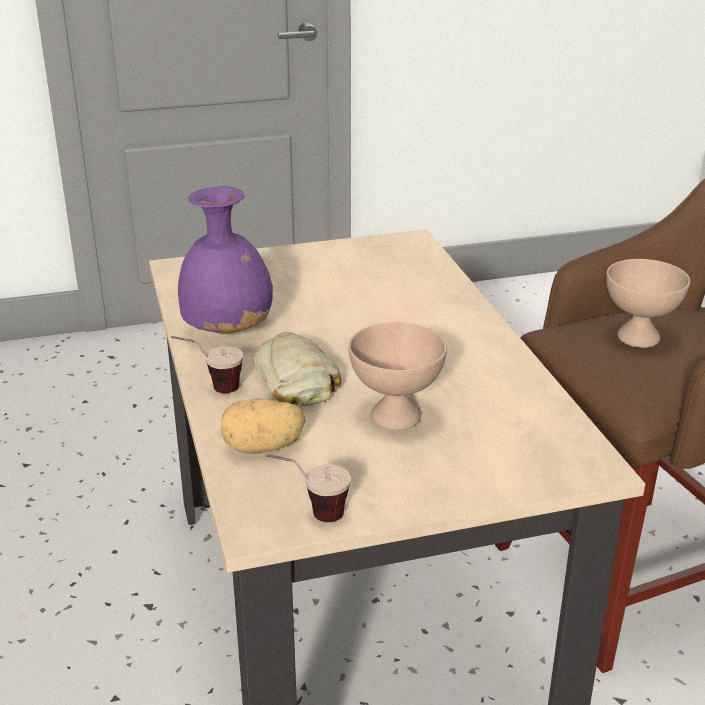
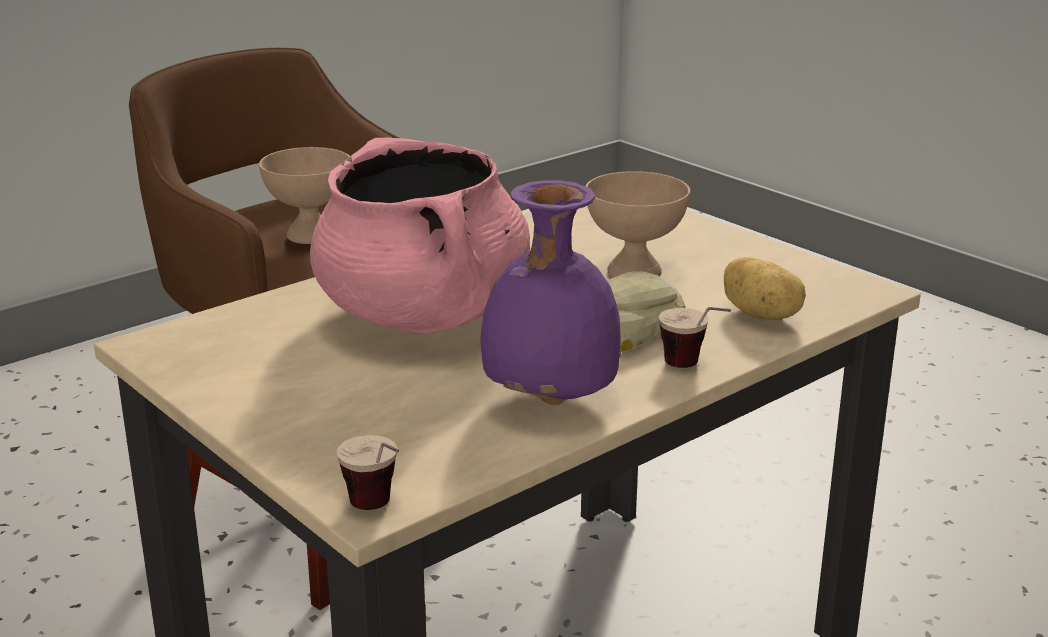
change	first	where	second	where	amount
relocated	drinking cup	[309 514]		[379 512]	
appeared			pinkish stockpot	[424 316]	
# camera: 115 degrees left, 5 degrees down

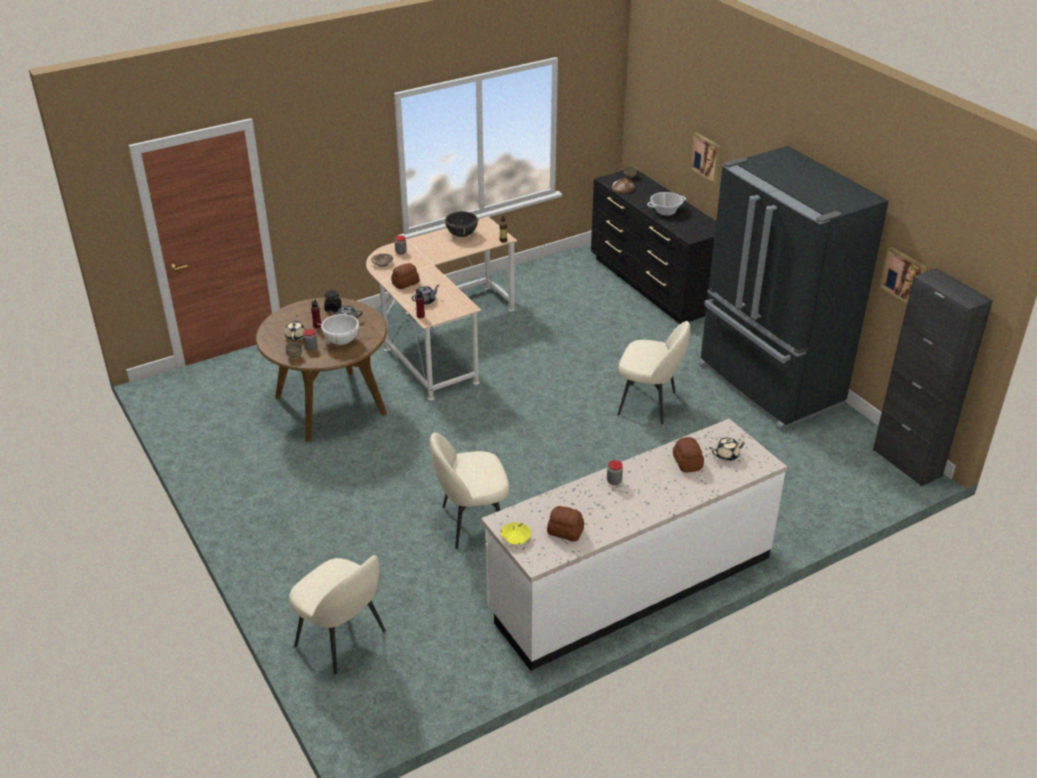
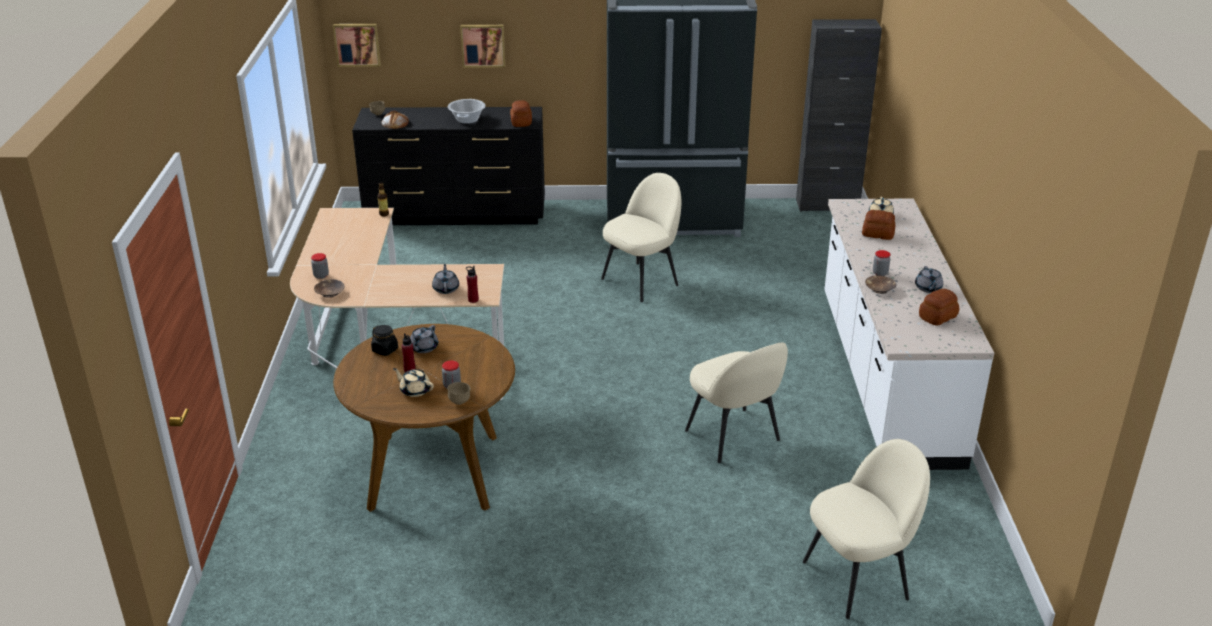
change	first	where	second	where	amount
missing	whitish stockpot	[342 341]			
relocated	bakery bread	[405 283]		[521 122]	
spun	sand-coloured plain chair	[471 523]		[733 437]	45 degrees counterclockwise
missing	blackish stockpot	[462 235]			
missing	yellow serving bowl	[515 538]			
relocated	wall picture	[904 276]		[357 44]	
appeared			brown serving bowl	[879 289]	
appeared			grey teapot	[928 288]	
# camera: 60 degrees left, 5 degrees down

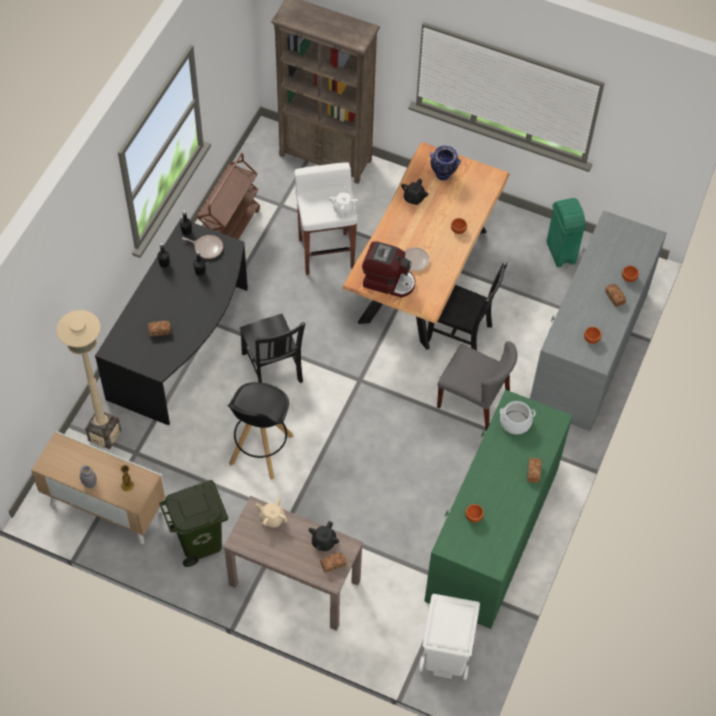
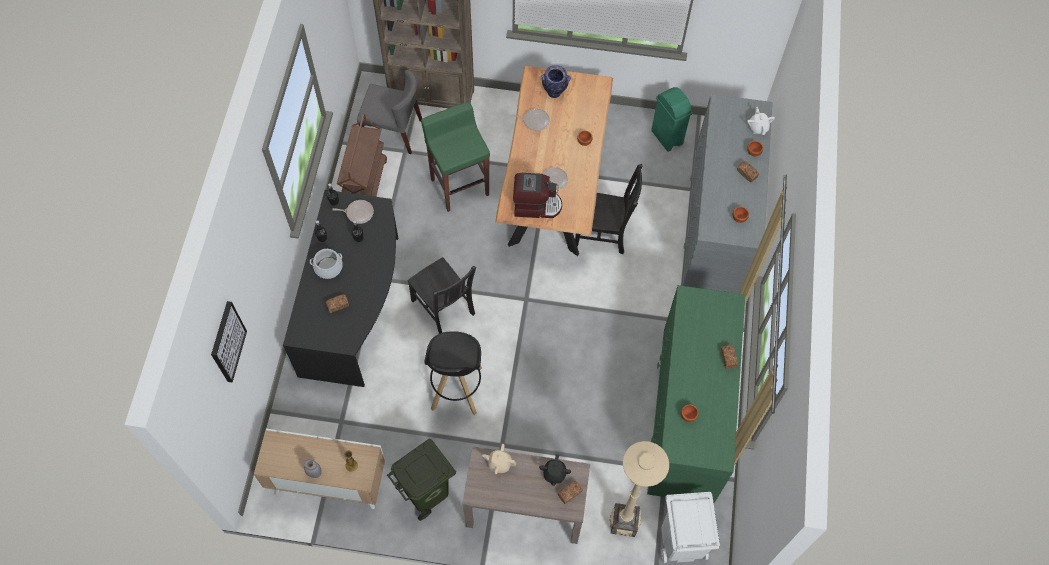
change	first	where	second	where	amount
relocated	sand-coloured standard lamp	[104 435]		[623 523]	
colour	whitish stool	[326 252]	green-coloured stool	[459 186]	
relocated	whitish teapot	[343 208]		[758 127]	
exchanged	blackish teapot	[413 198]	pan	[534 121]	
relocated	grey plain chair	[474 401]		[393 131]	
relocated	stockpot	[515 422]		[328 268]	
appeared			wall picture	[227 342]	
# camera: 15 degrees left, 5 degrees up

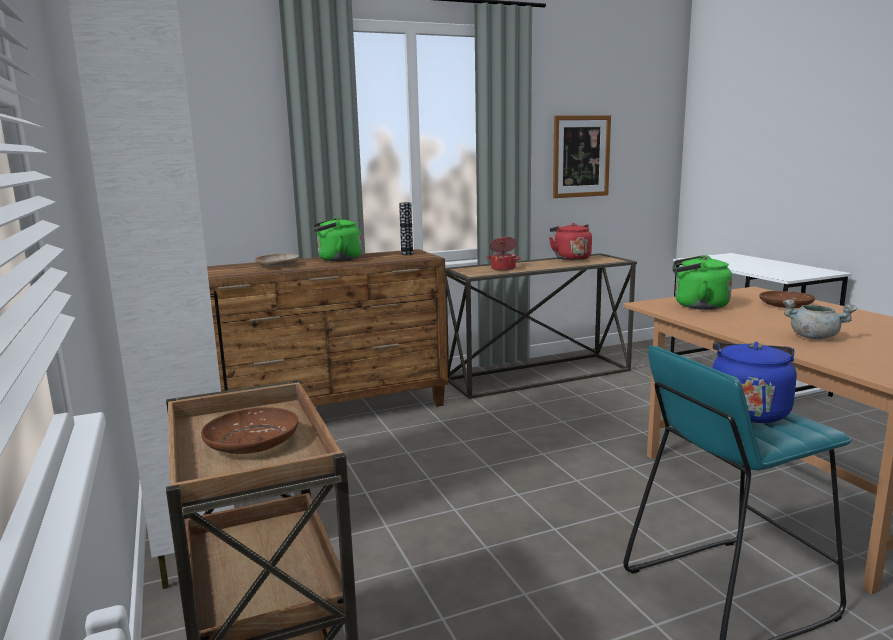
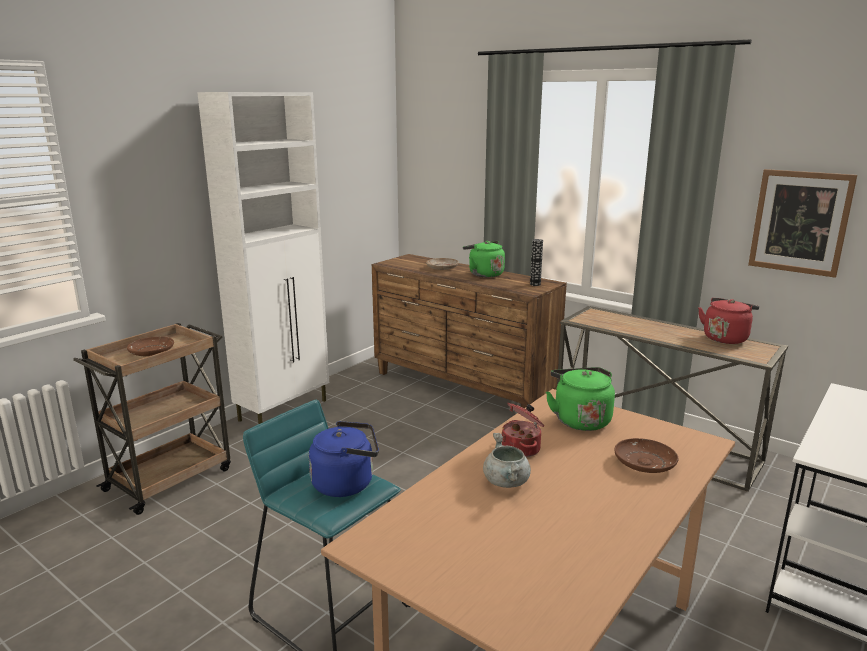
change	first	where	second	where	amount
relocated	stockpot	[503 268]		[522 448]	
# camera: 60 degrees right, 5 degrees up

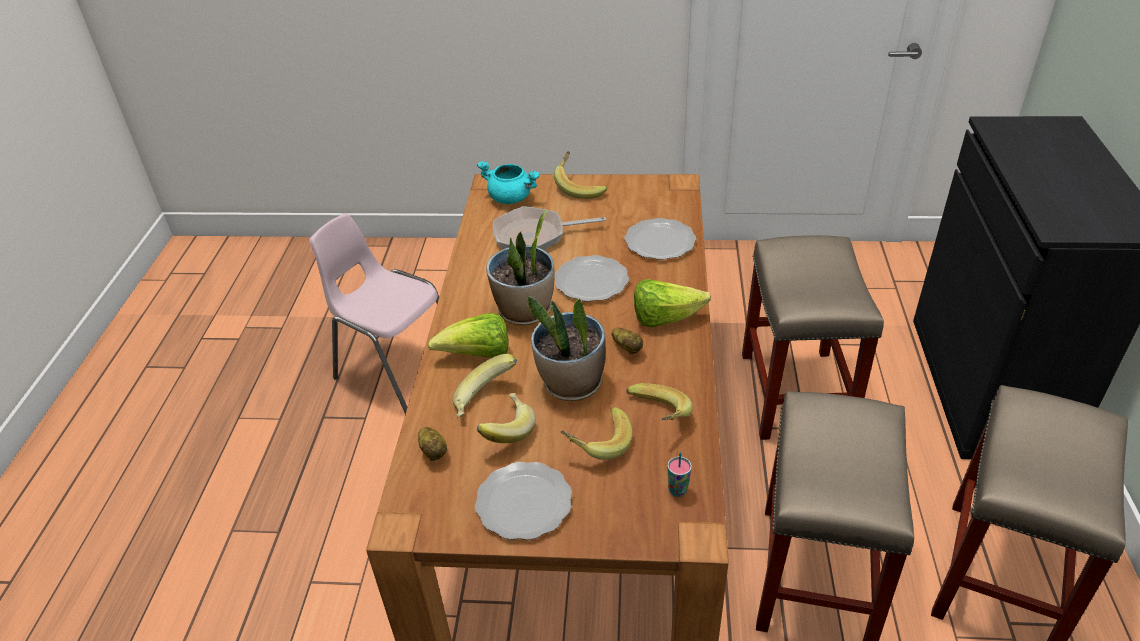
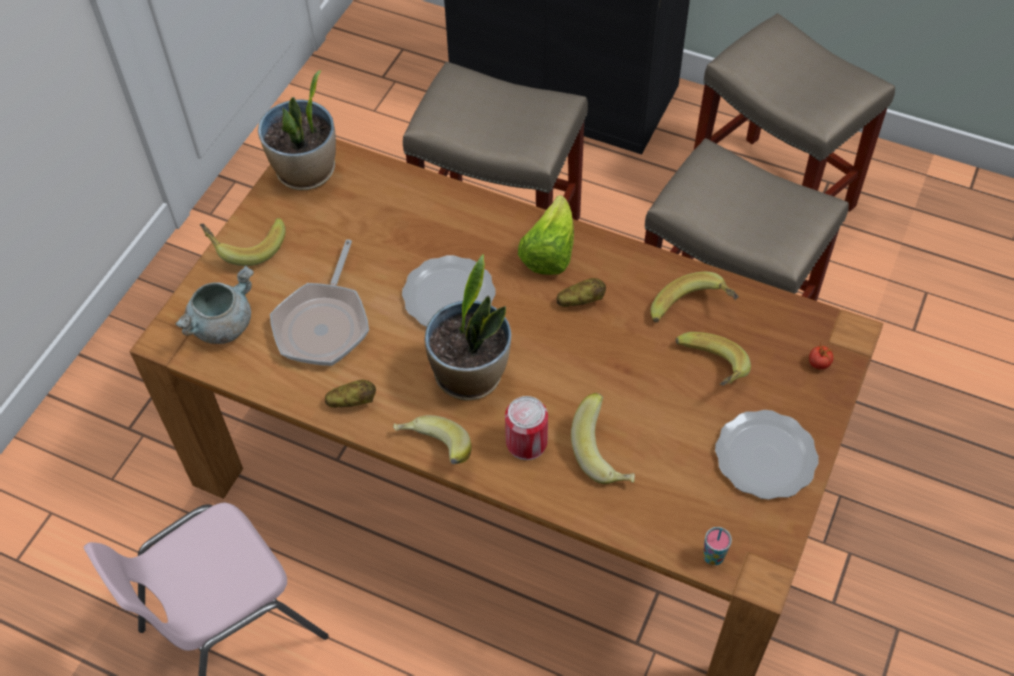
change	first	where	second	where	amount
relocated	potato	[434 451]		[352 401]	
exchanged	head of lettuce	[478 355]	metal can	[526 442]	
colour	blue-green stockpot	[511 198]	grey stockpot	[222 324]	
relocated	banana	[506 430]		[432 452]	
relocated	plant in a pot	[571 384]		[306 172]	
missing	flat dish	[661 242]			
relocated	drinking cup	[678 490]		[713 557]	
appeared			tomato	[818 364]	
# camera: 70 degrees left, 15 degrees up

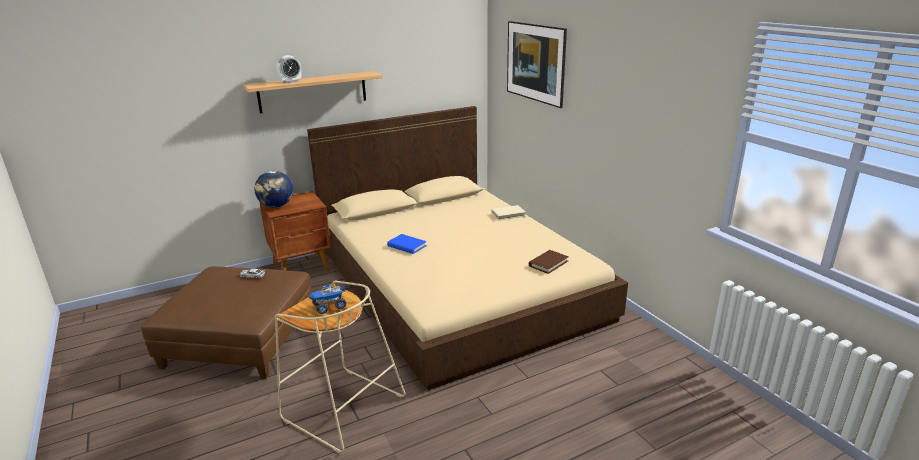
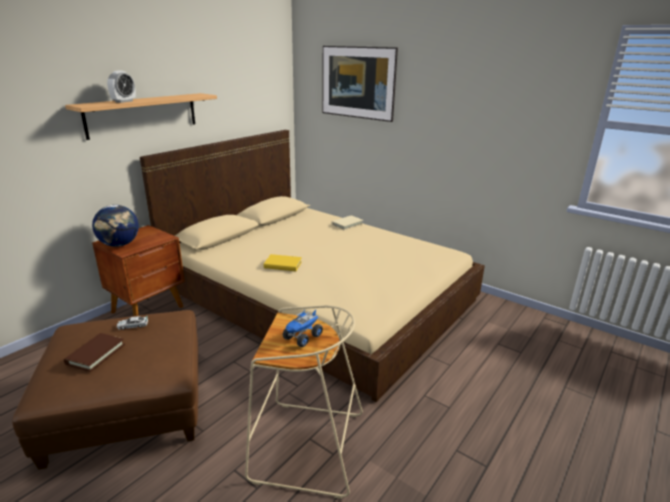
change	first	where	second	where	amount
colour	bluish bound book	[407 246]	yellow bound book	[283 265]	
relocated	brown bound book	[548 263]		[96 354]	
# camera: 25 degrees left, 0 degrees up

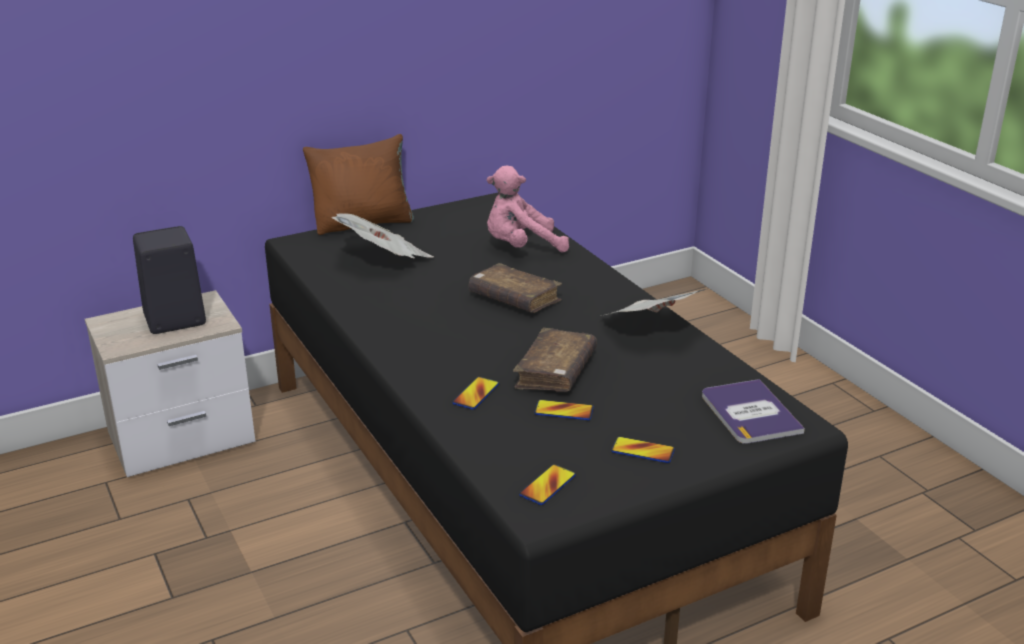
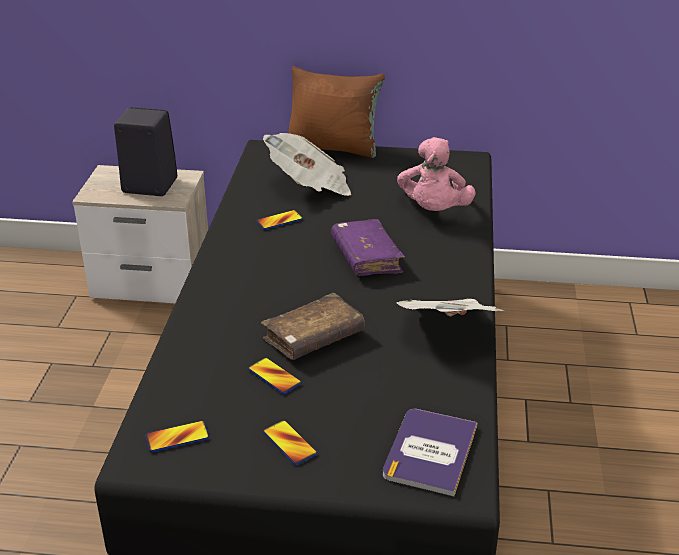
change	first	where	second	where	amount
relocated	phone	[476 394]		[279 221]	
colour	brown bound book	[514 299]	purple-coloured bound book	[366 257]	
spun	pinkish plush toy	[521 247]		[433 211]	105 degrees counterclockwise
# camera: 35 degrees right, 5 degrees up

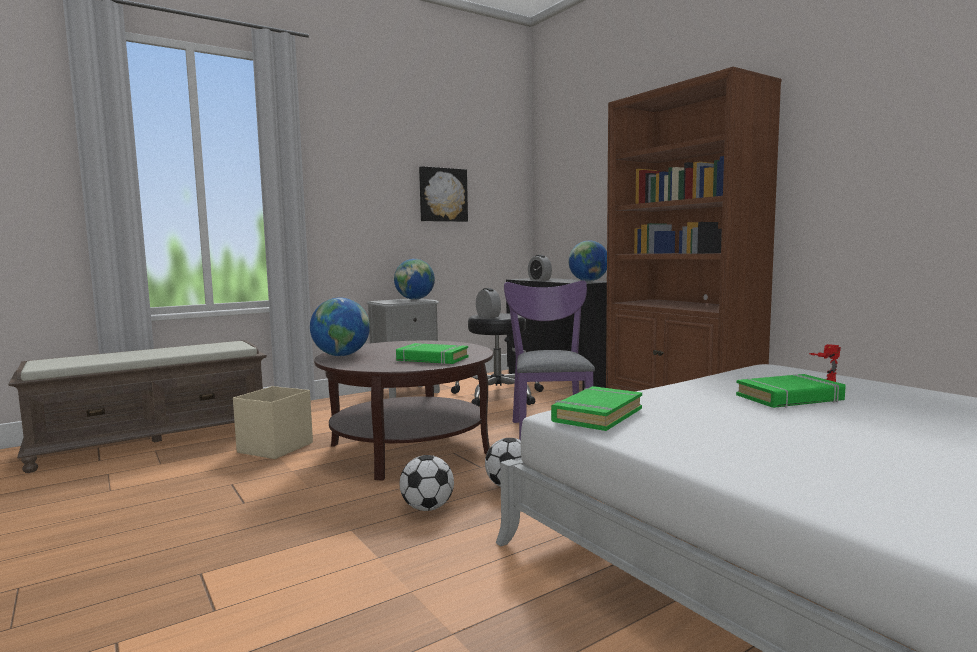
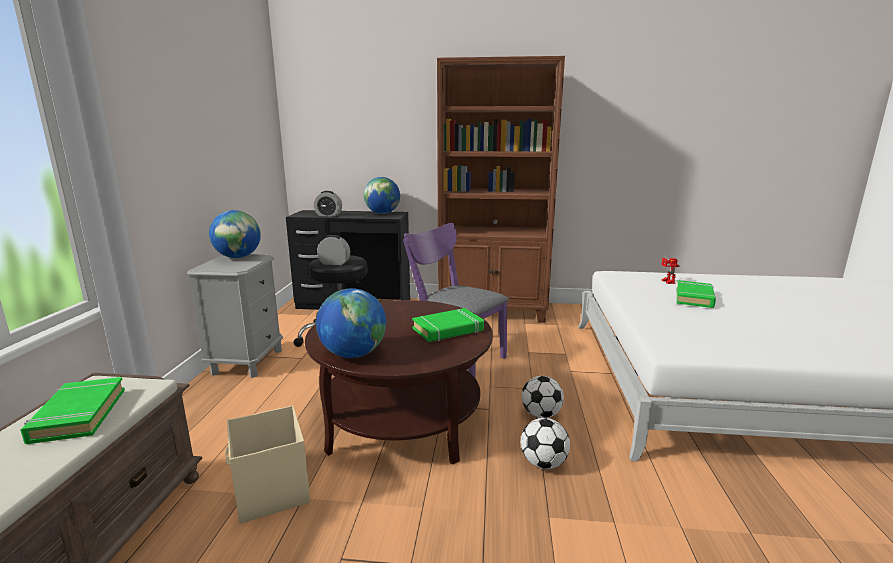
change	first	where	second	where	amount
missing	wall picture	[442 195]			
relocated	green-coloured bound book	[597 415]		[78 415]	
# camera: 50 degrees left, 10 degrees up

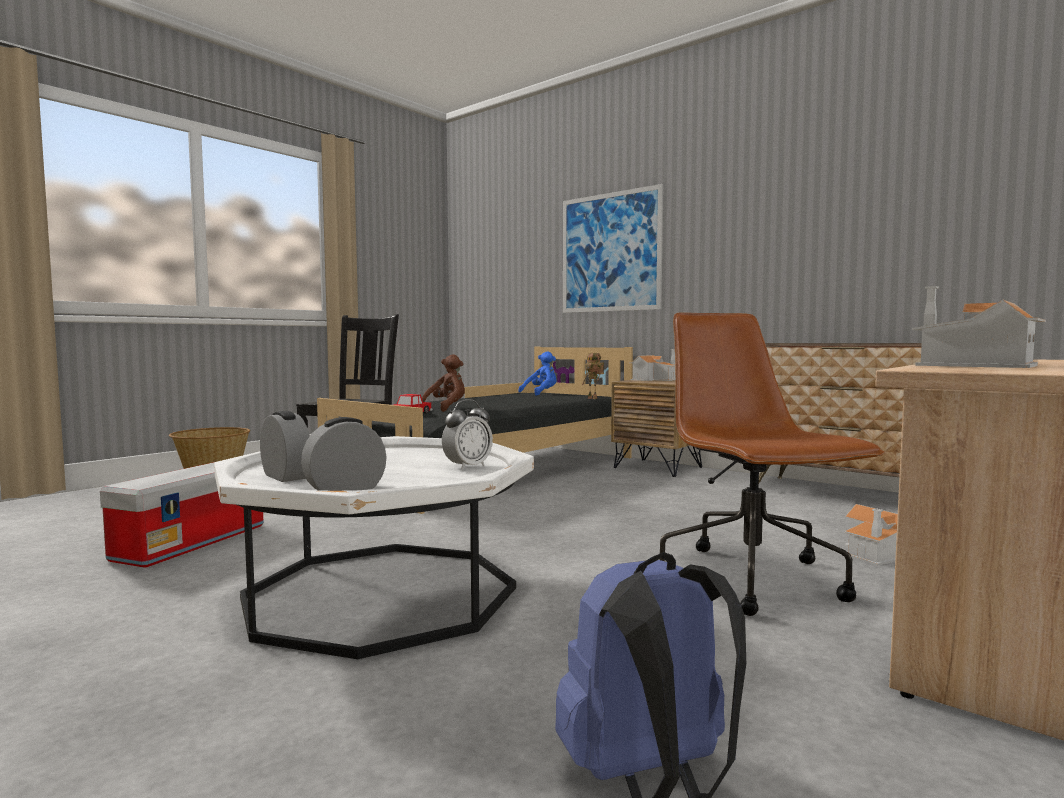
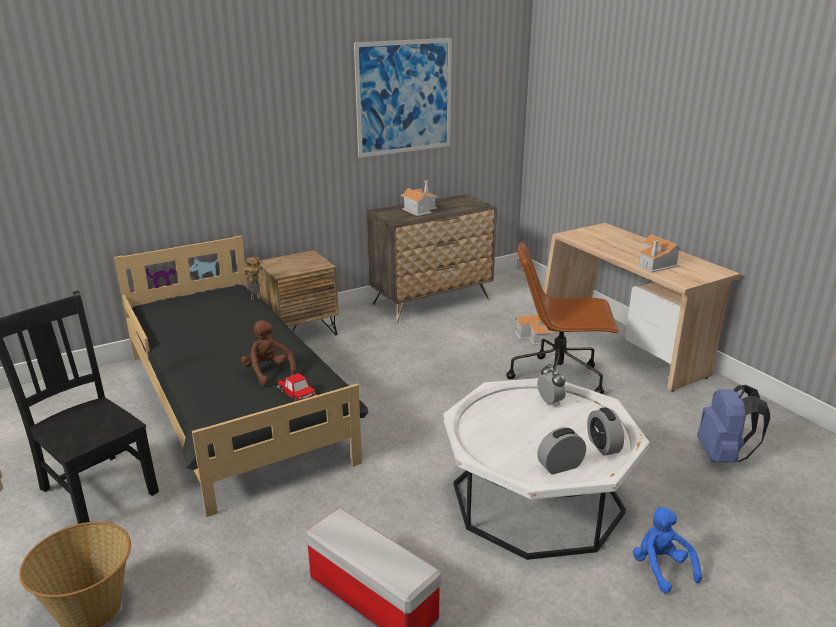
change	first	where	second	where	amount
relocated	bluish plush toy	[541 393]		[661 568]	
relocated	wall picture	[610 252]		[404 97]	
relocated	model house	[654 379]		[419 209]	
# camera: 70 degrees left, 20 degrees up

